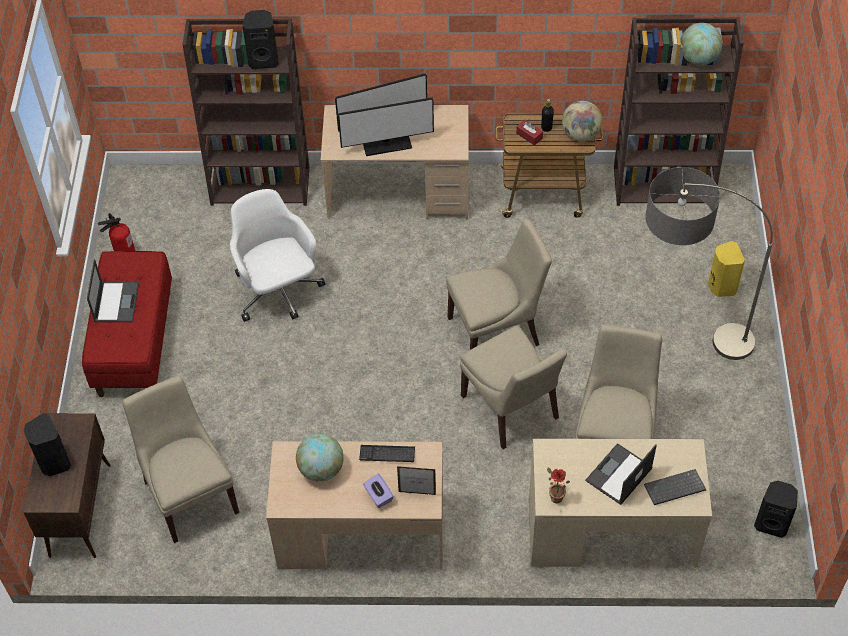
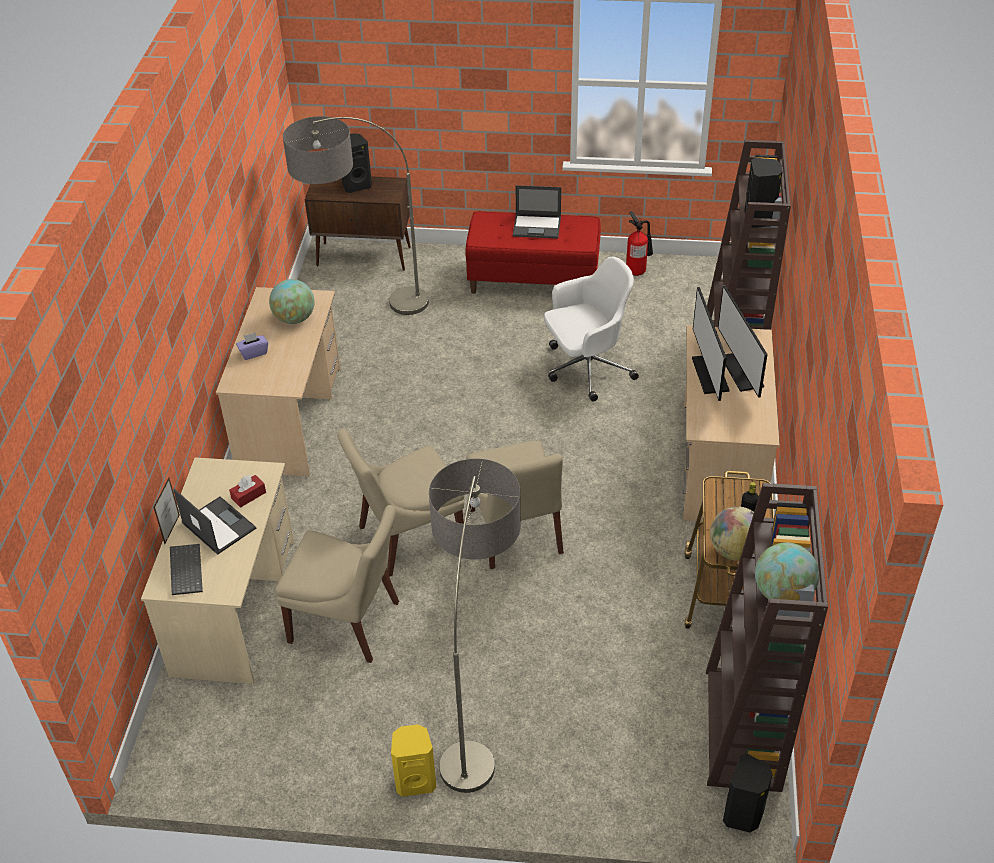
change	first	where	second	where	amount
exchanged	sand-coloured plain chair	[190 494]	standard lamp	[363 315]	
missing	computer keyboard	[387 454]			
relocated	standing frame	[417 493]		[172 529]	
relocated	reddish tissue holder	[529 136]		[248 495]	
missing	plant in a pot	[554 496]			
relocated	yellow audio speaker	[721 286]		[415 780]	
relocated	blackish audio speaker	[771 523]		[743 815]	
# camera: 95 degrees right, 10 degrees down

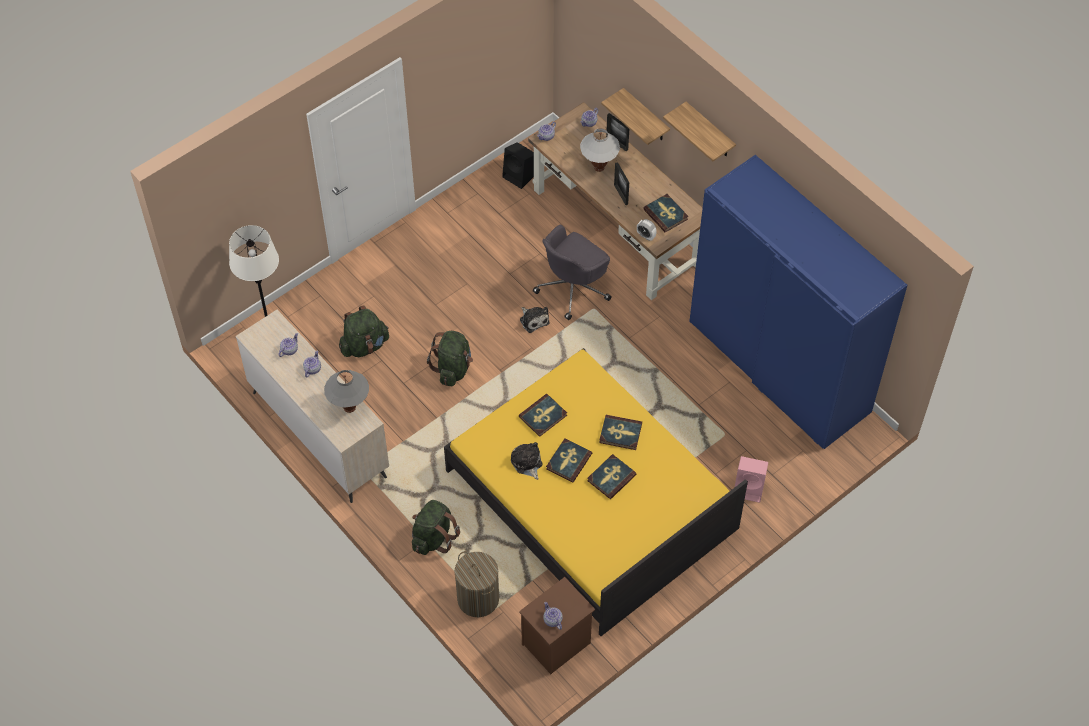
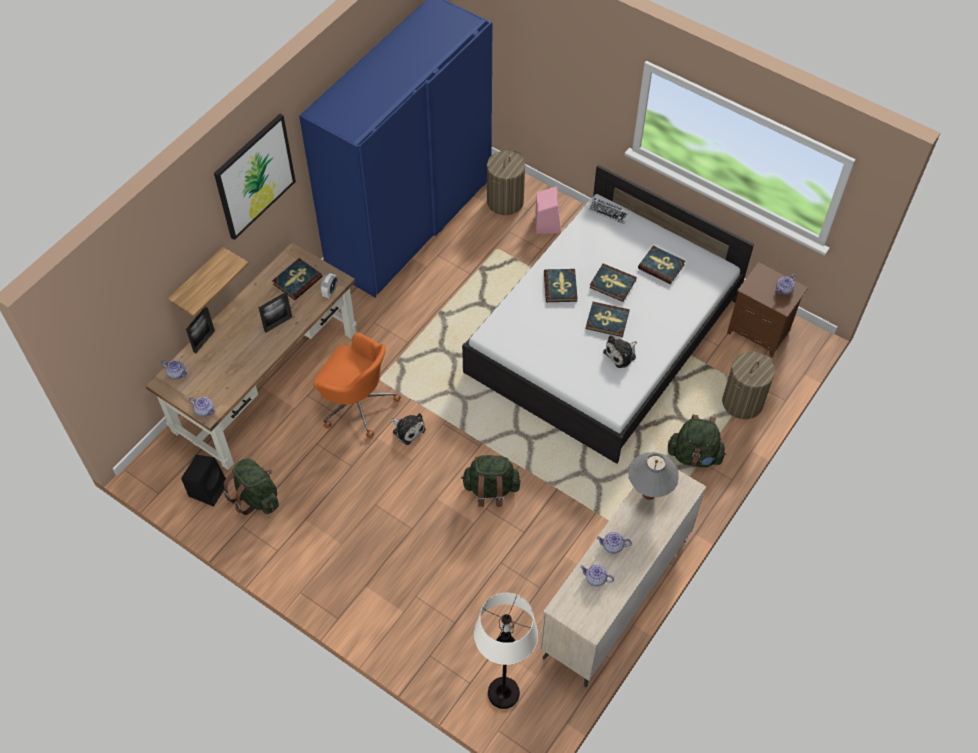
change	first	where	second	where	amount
relocated	green-coloured rucksack	[364 345]		[256 497]	
colour	yellow sleeping bed	[591 499]	whitish sleeping bed	[603 336]	
relocated	bound book	[543 416]		[661 266]	
spun	plush toy	[533 320]		[408 429]	90 degrees clockwise
colour	grey computer chair	[573 288]	orange computer chair	[357 403]	
missing	whitish tabletop lamp	[599 167]			
exchanged	shelf	[709 131]	wall picture	[255 176]	
appeared			washing basket	[505 202]	
appeared			computer keyboard	[608 212]	
# camera: 105 degrees left, 0 degrees up

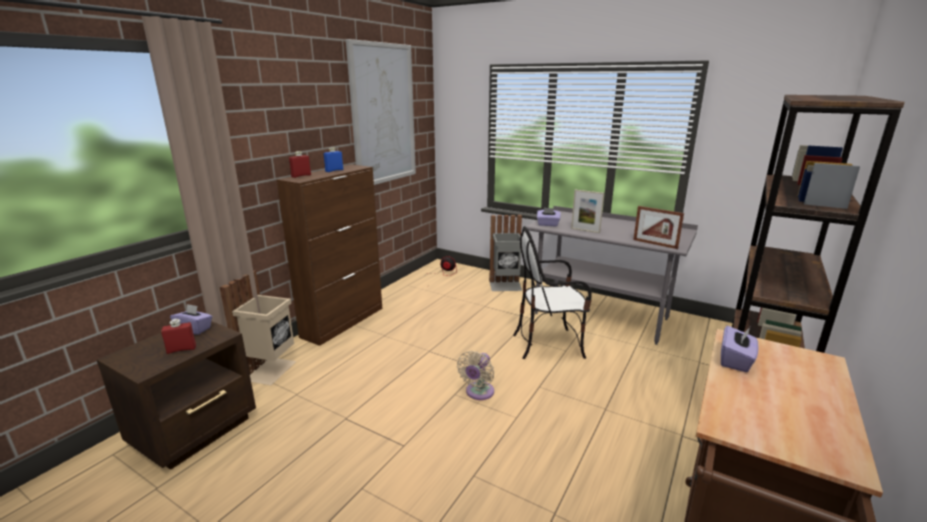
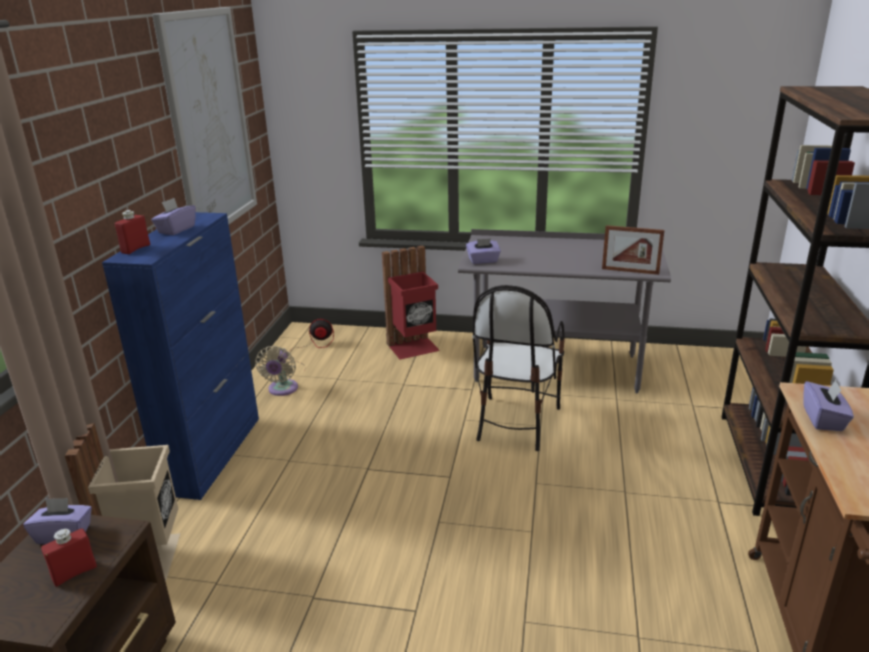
change	first	where	second	where	amount
colour	brown cabinet	[343 322]	bluish cabinet	[213 453]	
exchanged	bluish drink bottle	[334 170]	purple-coloured tissue holder	[176 230]	
relocated	sand-coloured fan	[478 393]		[282 390]	
colour	grey rubbish bin	[505 286]	reddish rubbish bin	[414 348]	
spun	plain chair	[548 344]		[515 422]	45 degrees counterclockwise
missing	standing frame	[585 230]			
# camera: 20 degrees left, 5 degrees up

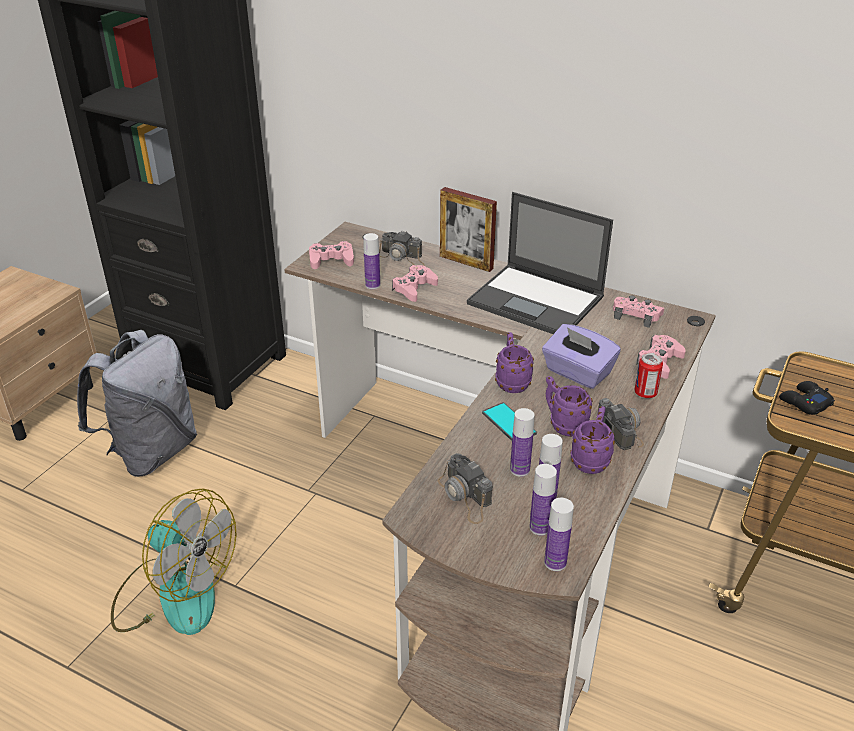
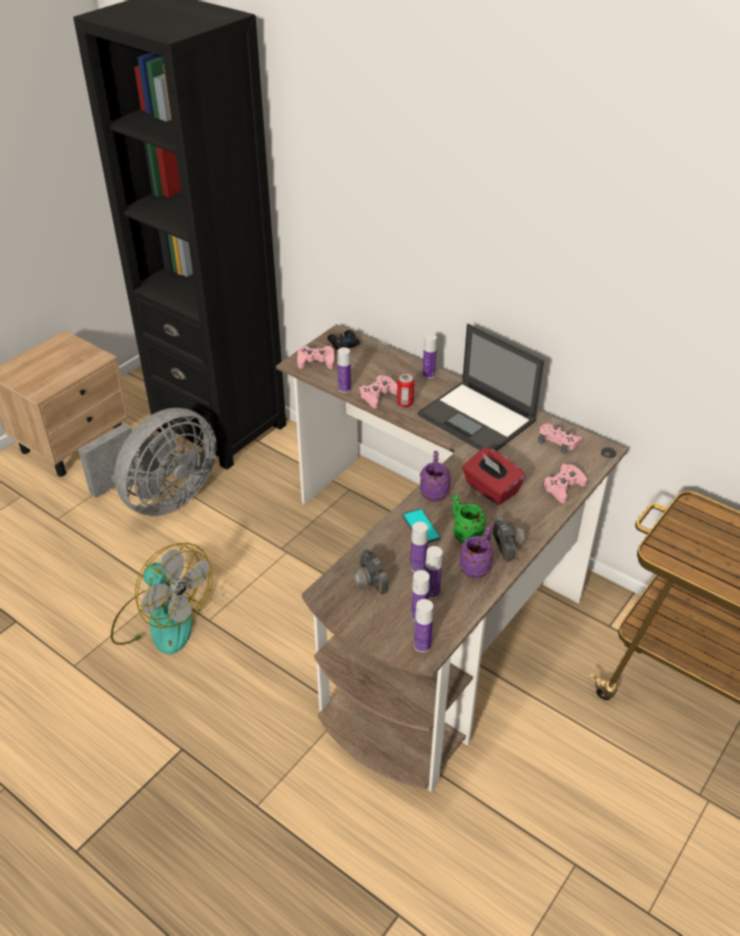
change	first	where	second	where	amount
exchanged	grey rucksack	[152 452]	grey fan	[162 499]	
missing	photo camera	[402 257]			
exchanged	standing frame	[466 262]	drink bottle	[428 375]	
colour	purple-coloured tissue holder	[577 373]	reddish tissue holder	[490 489]	
colour	purple-coloured coffee mug	[563 424]	green-coloured coffee mug	[464 533]	
relocated	metal can	[645 393]		[405 403]	
relocated	blackish gamepad	[804 402]		[342 343]	
# camera: 10 degrees right, 5 degrees up

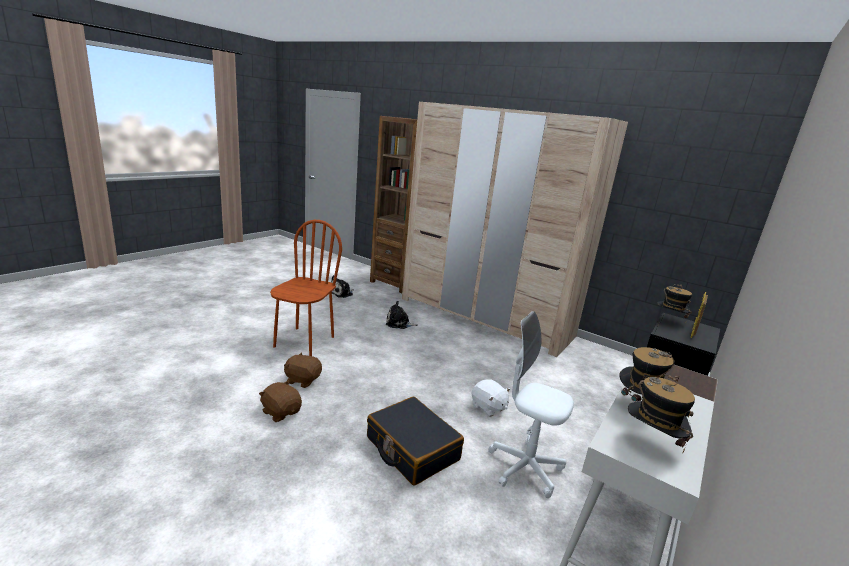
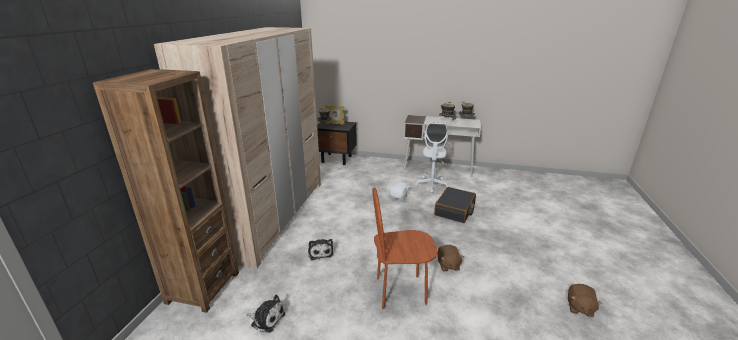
change	first	where	second	where	amount
relocated	brown plush toy	[281 412]		[579 307]	
# camera: 110 degrees left, 5 degrees up

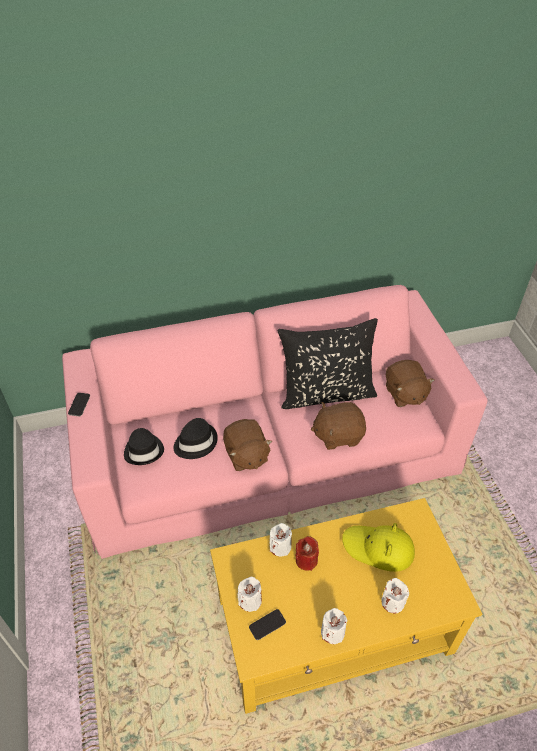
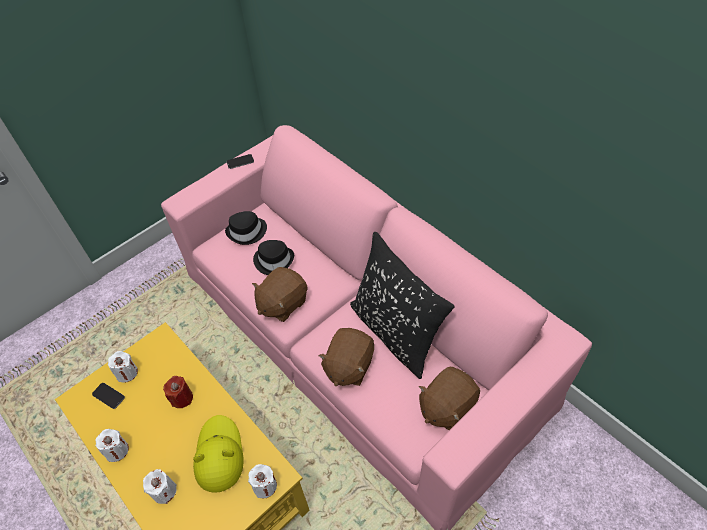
change	first	where	second	where	amount
relocated	whitish wax candle	[280 546]		[265 486]	
spun	brown plush toy	[338 435]		[348 366]	120 degrees counterclockwise
# camera: 65 degrees right, 5 degrees up

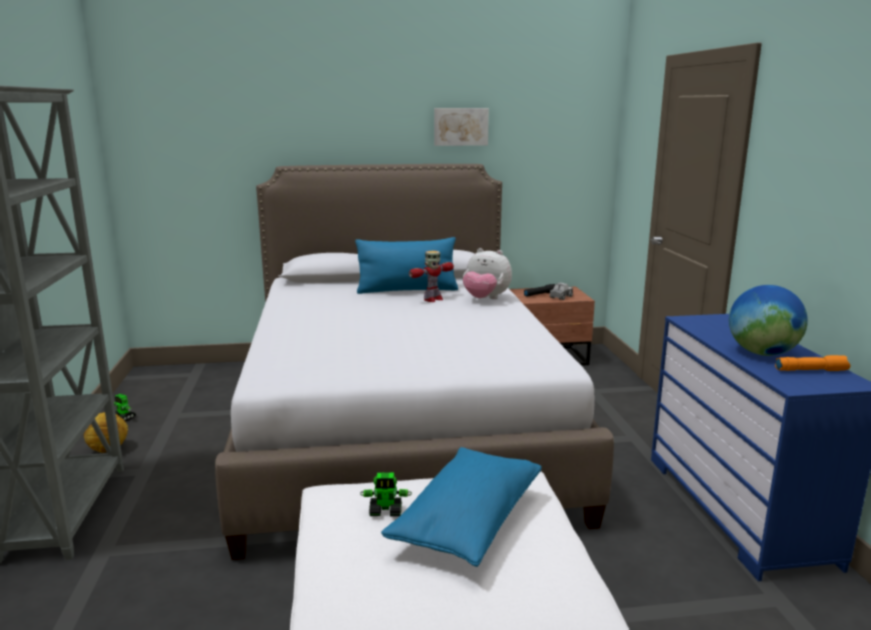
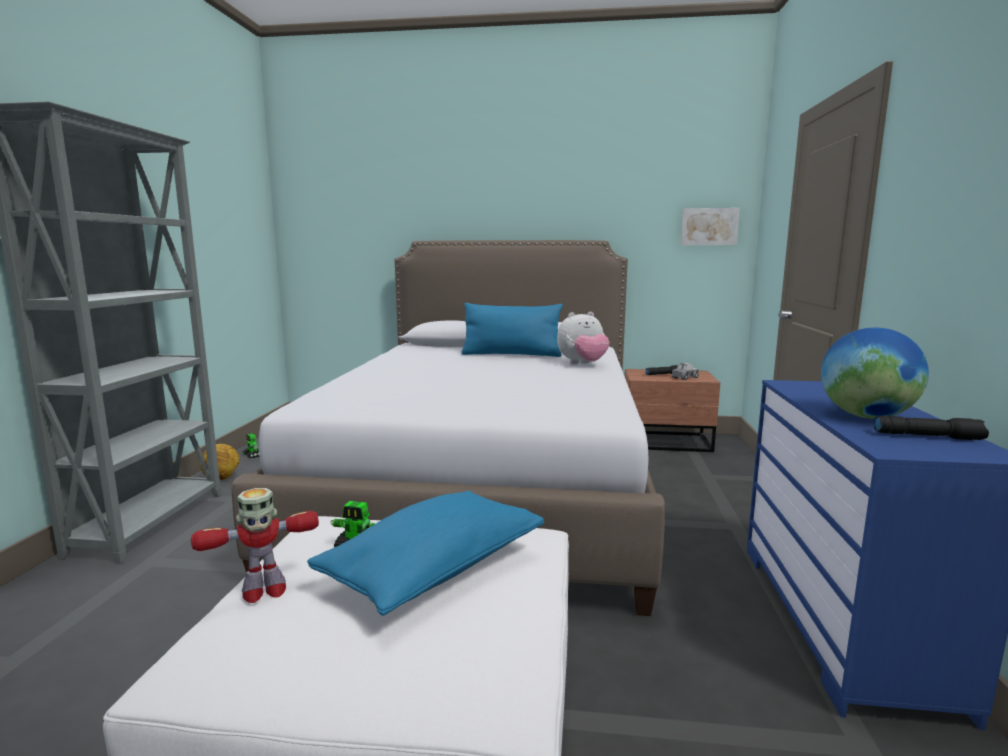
change	first	where	second	where	amount
relocated	robot figure	[432 299]		[263 591]	
relocated	wall picture	[460 126]		[709 226]	
spun	plush toy	[485 299]		[582 364]	60 degrees counterclockwise
colour	orange hand torch	[811 370]	blackish hand torch	[928 436]	
# camera: 15 degrees right, 5 degrees down

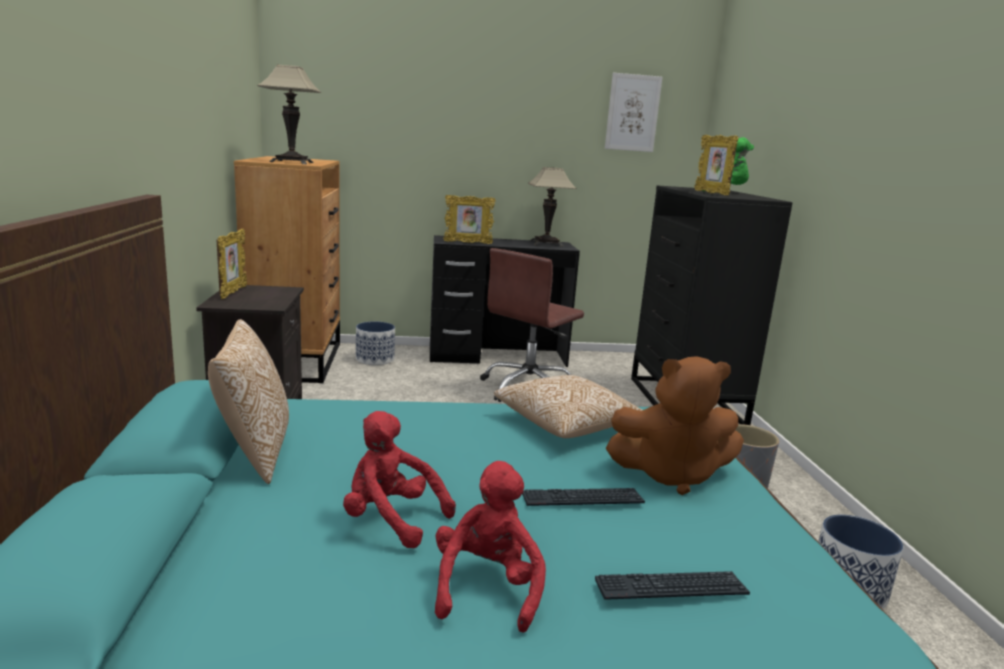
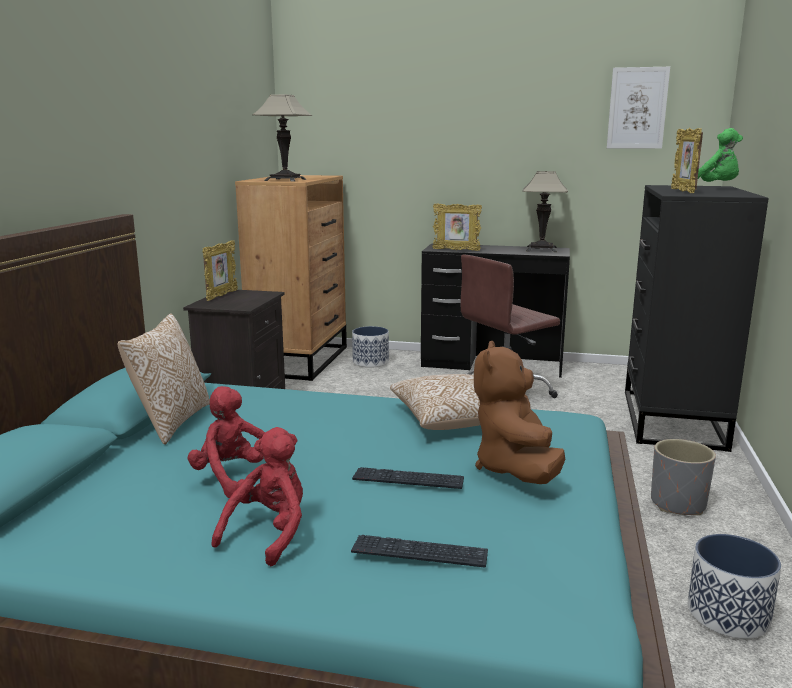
change	first	where	second	where	amount
spun	brown plush toy	[671 474]		[516 469]	75 degrees clockwise
# camera: 20 degrees right, 0 degrees up

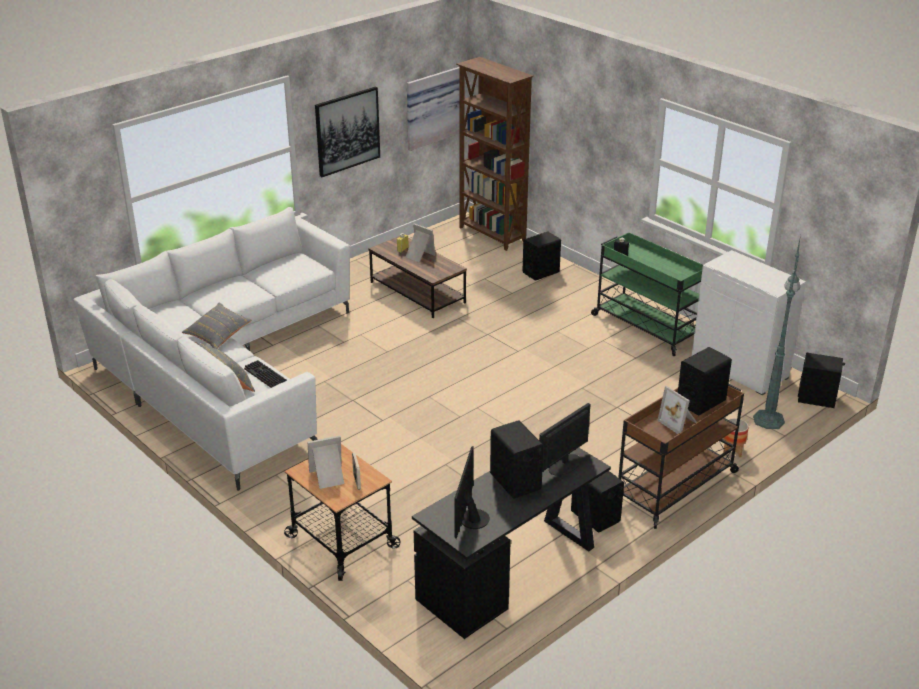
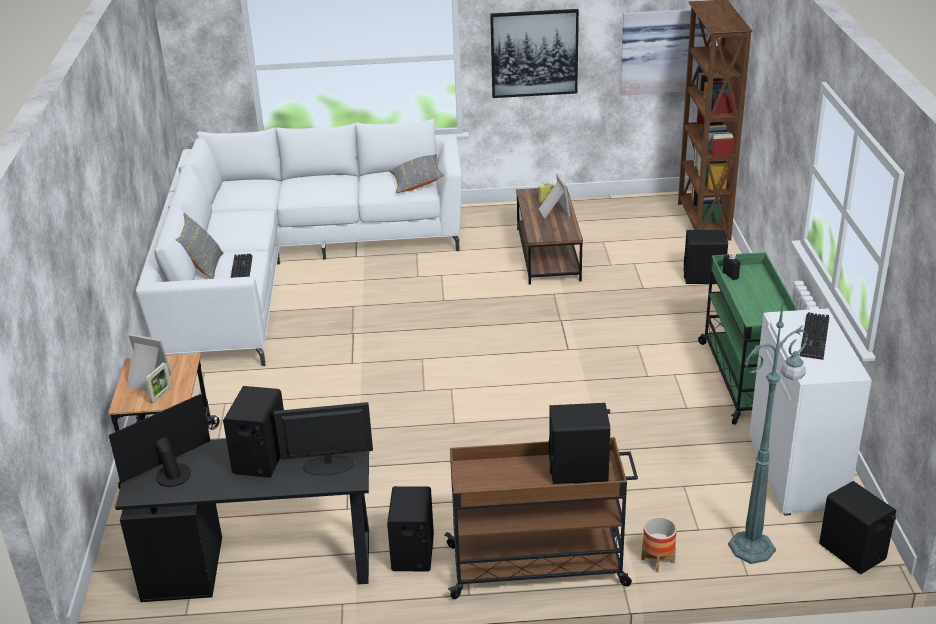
change	first	where	second	where	amount
relocated	grey throw pillow	[218 335]		[417 183]	
missing	standing frame	[679 422]			
appeared			computer keyboard	[816 338]	
# camera: 40 degrees right, 0 degrees up

